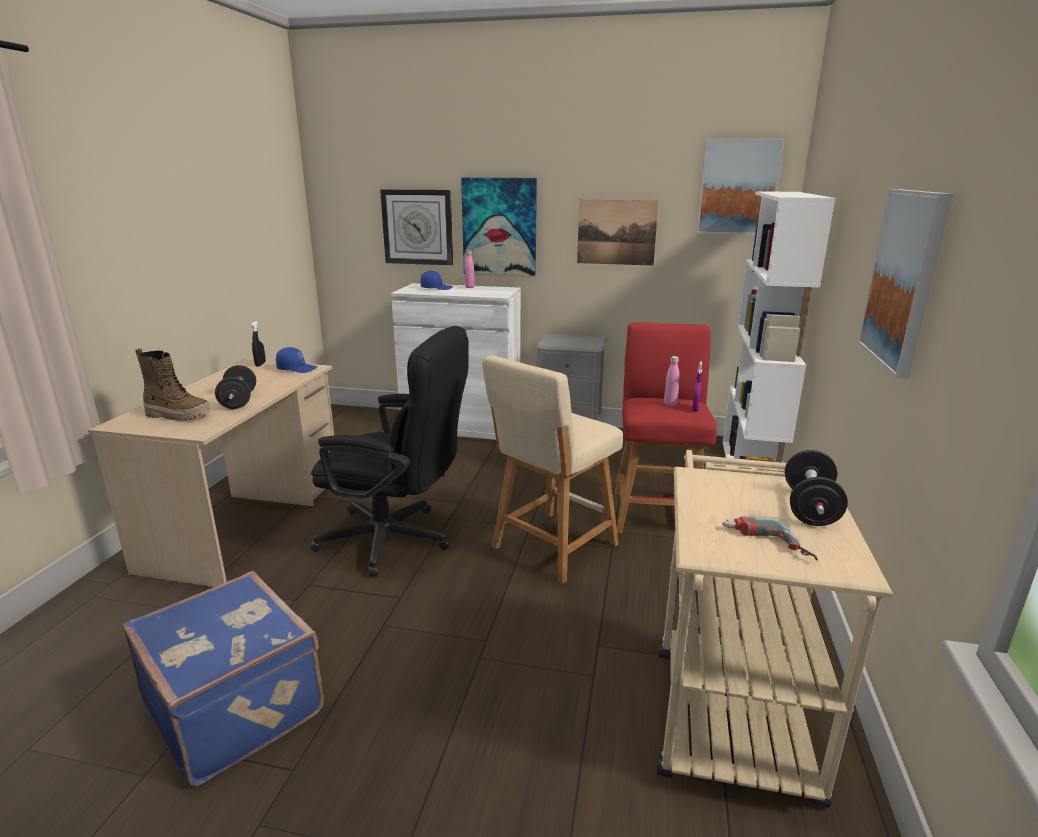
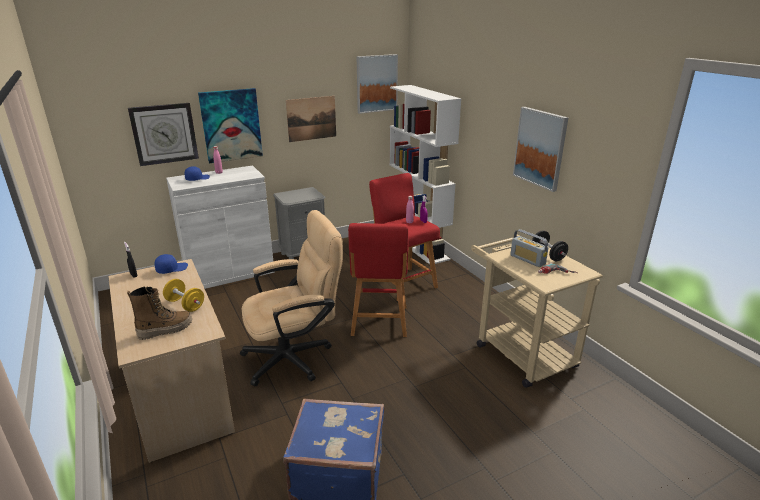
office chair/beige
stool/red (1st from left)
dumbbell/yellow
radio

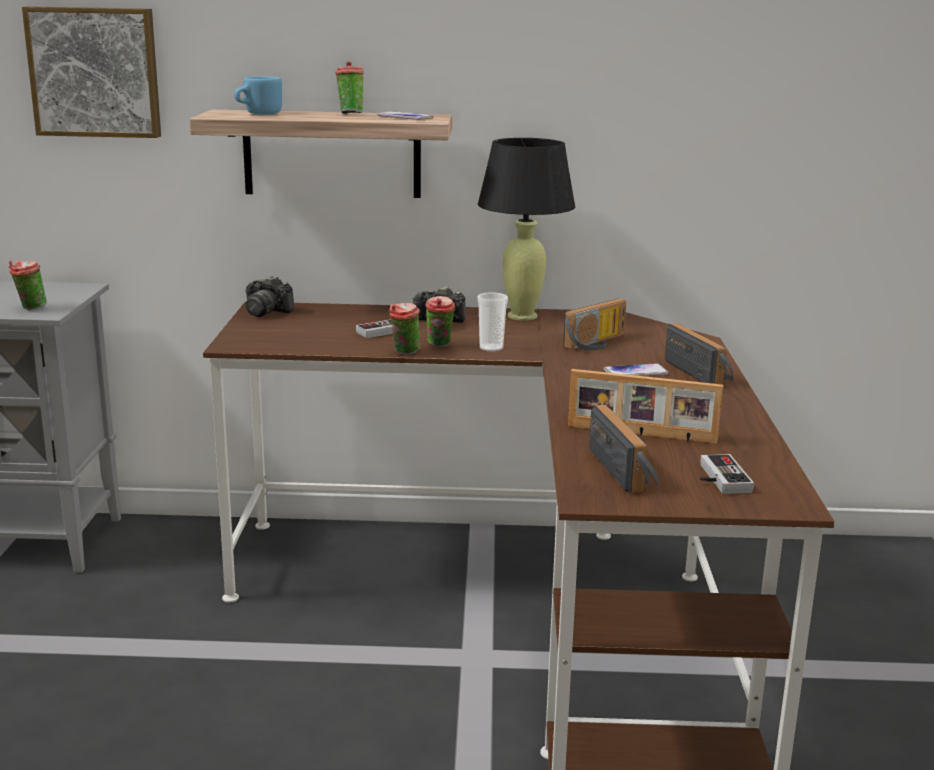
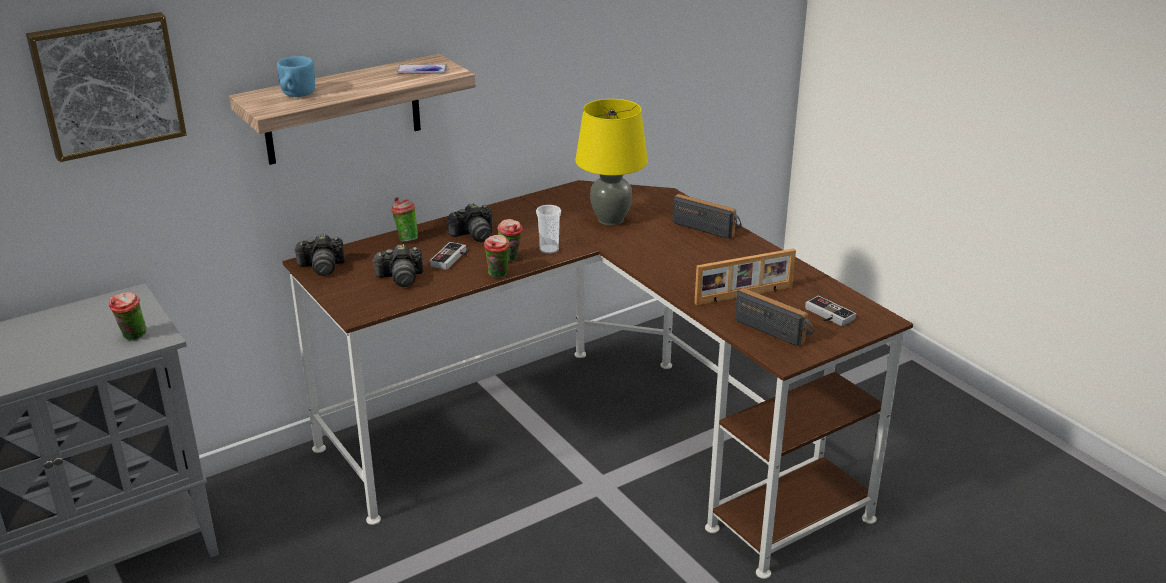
cup (2nd from left)
table lamp/black
table lamp/yellow
phone (2nd from left in the first image)
photo camera (2nd from left)

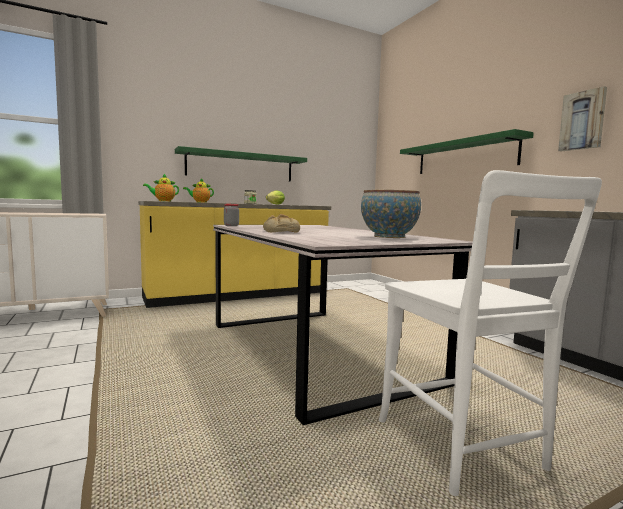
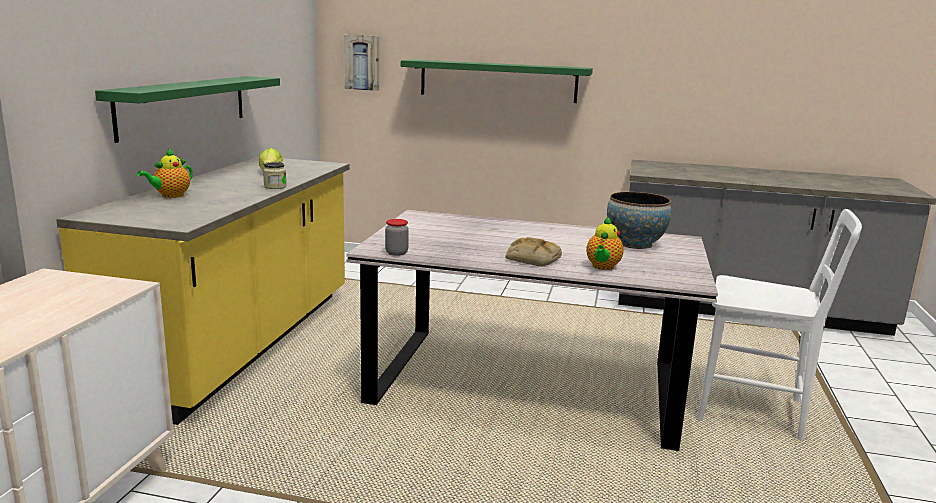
picture
teapot (2nd from left)

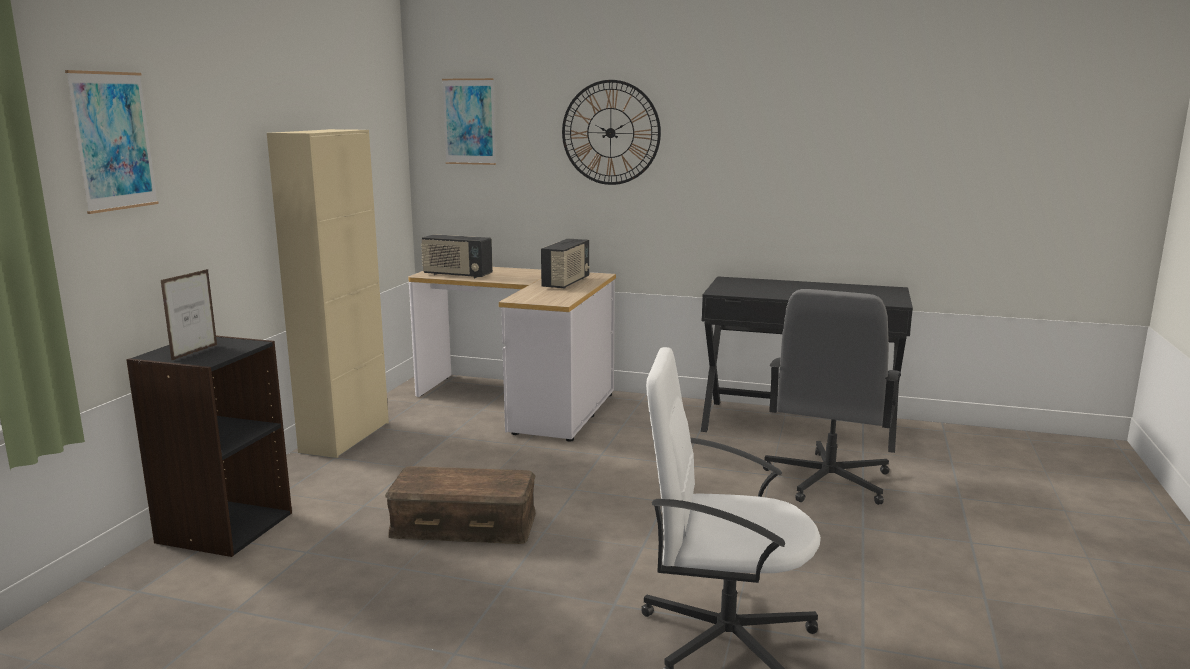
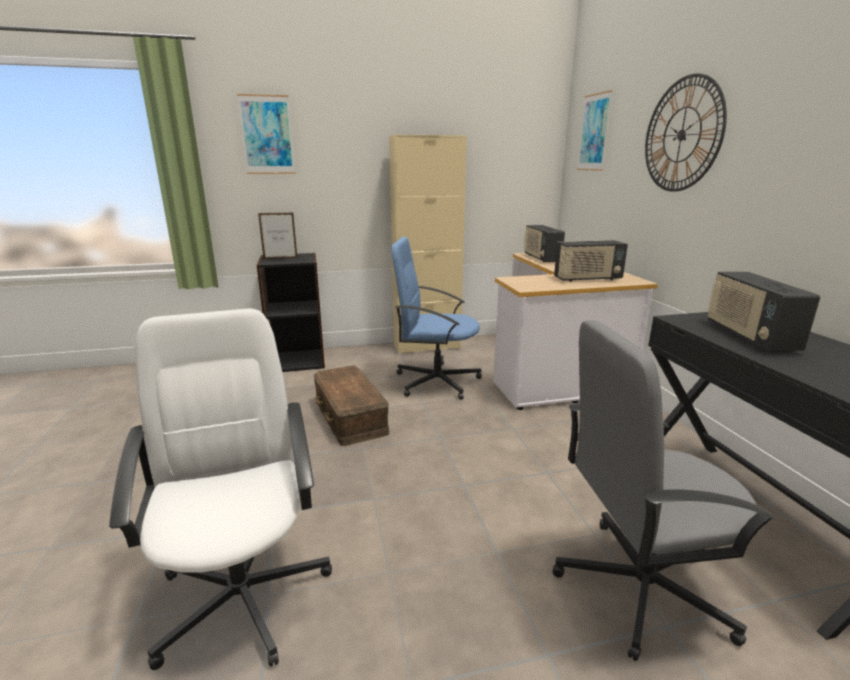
office chair/blue
radio (3rd from left)

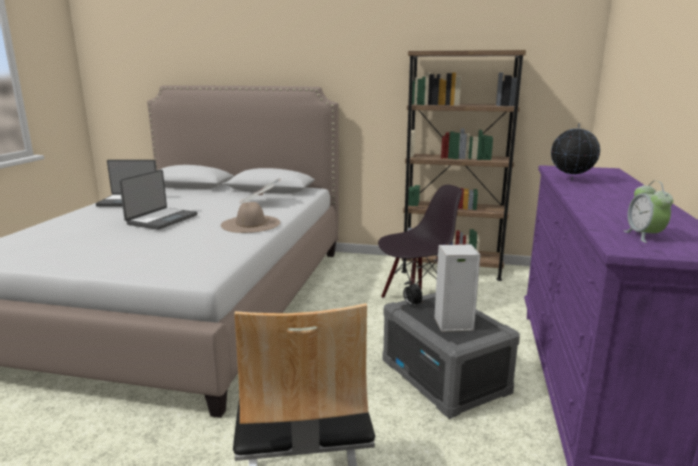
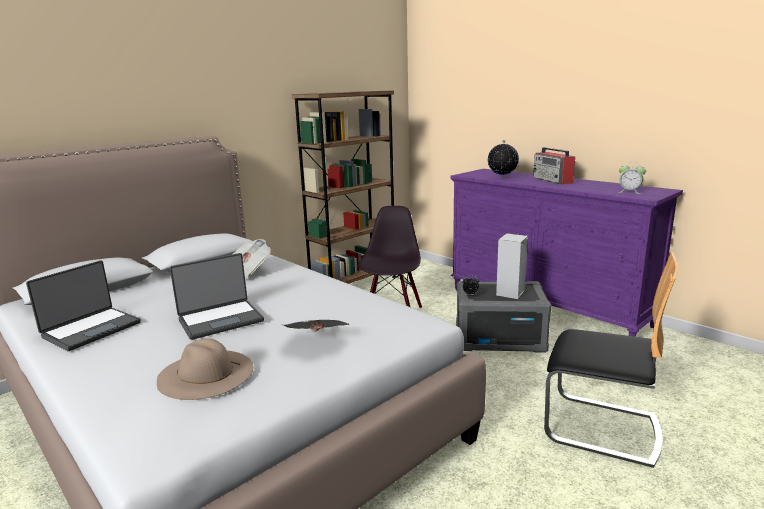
laptop (2nd from left)
hat/beige
radio
newspaper (2nd from left)

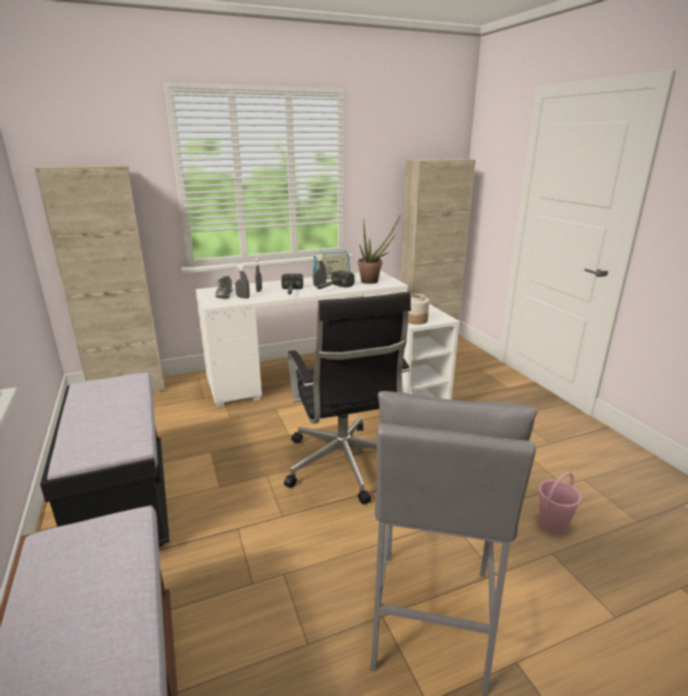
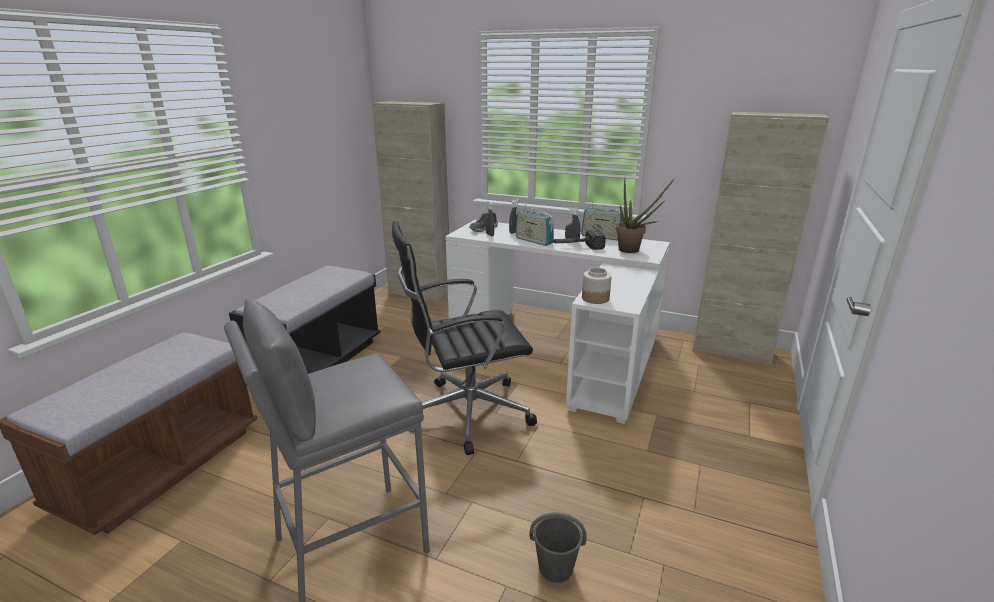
radio (1st from left)
office chair/black
bucket/grey

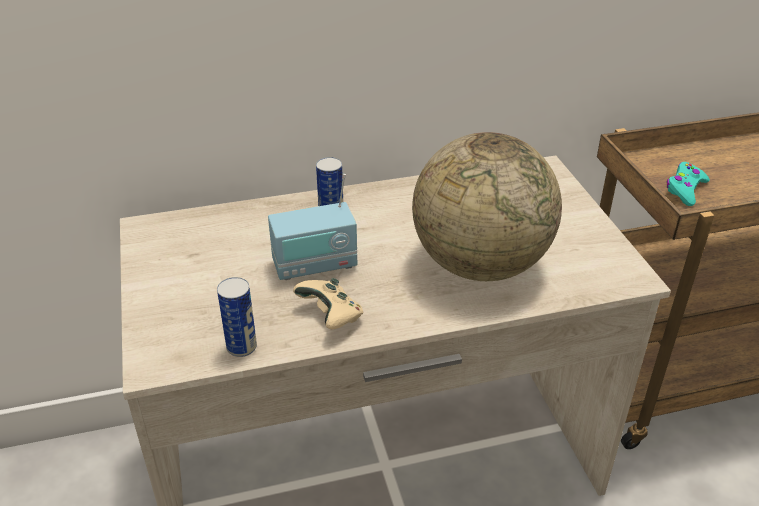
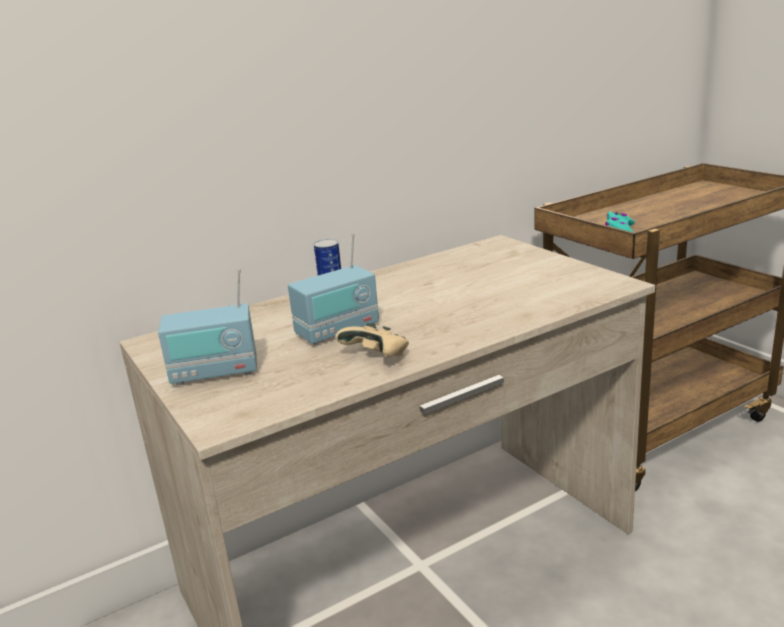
globe
can (1st from left in the first image)
radio (1st from left)

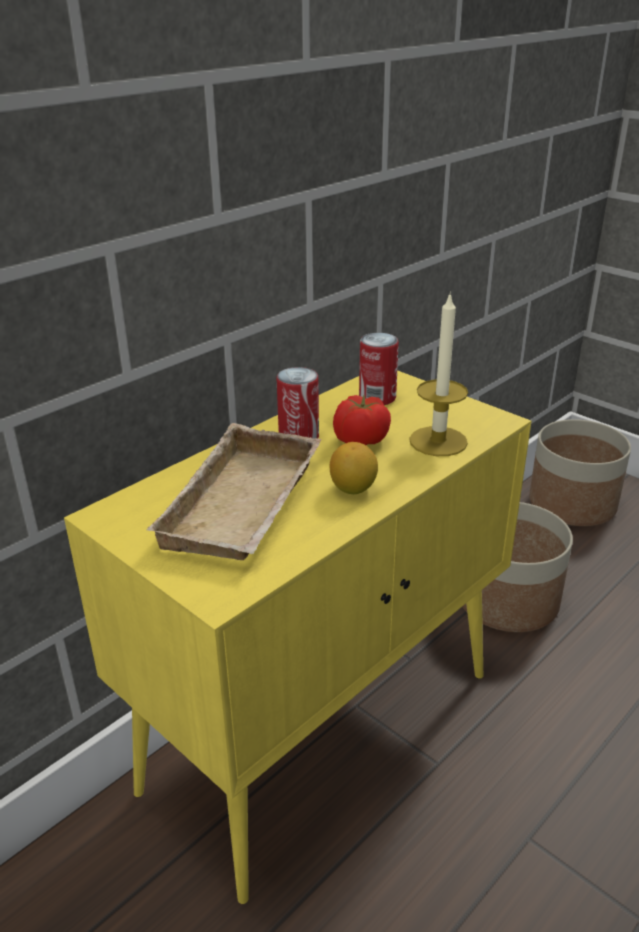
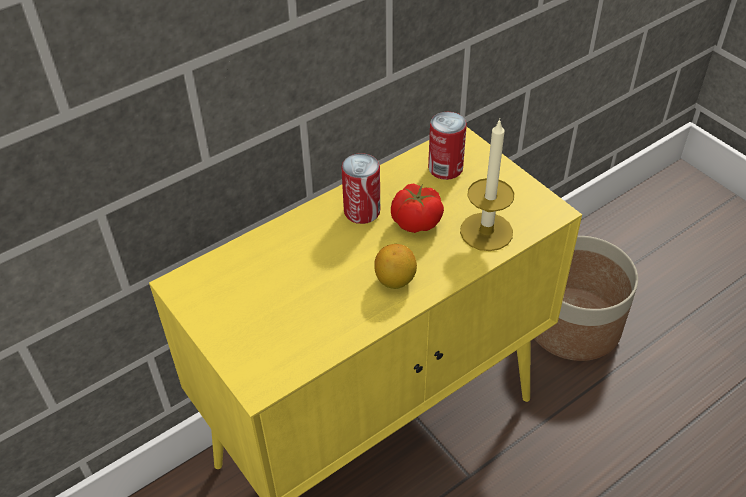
planter (2nd from left in the first image)
tray/beige

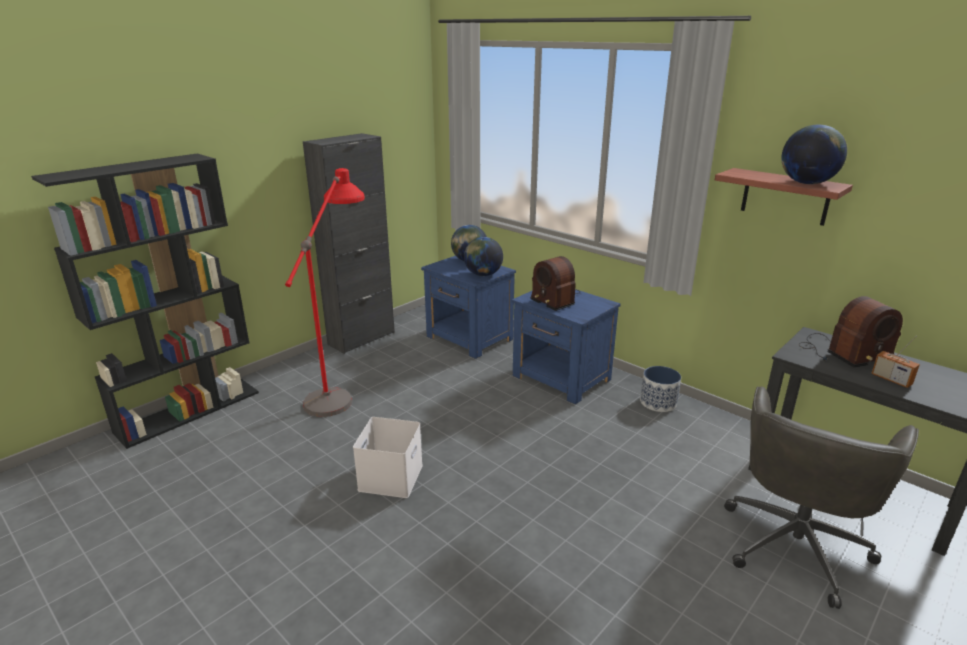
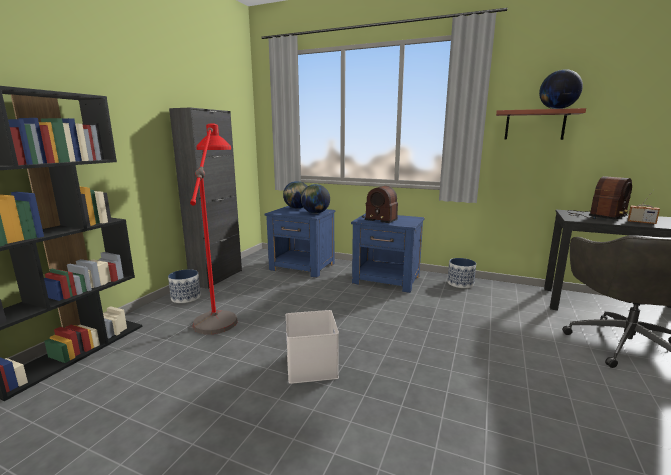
planter (1st from left)

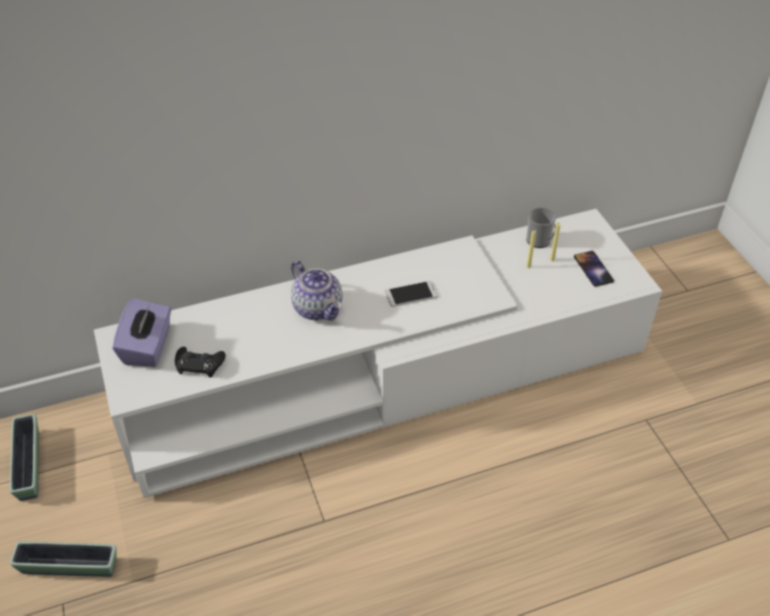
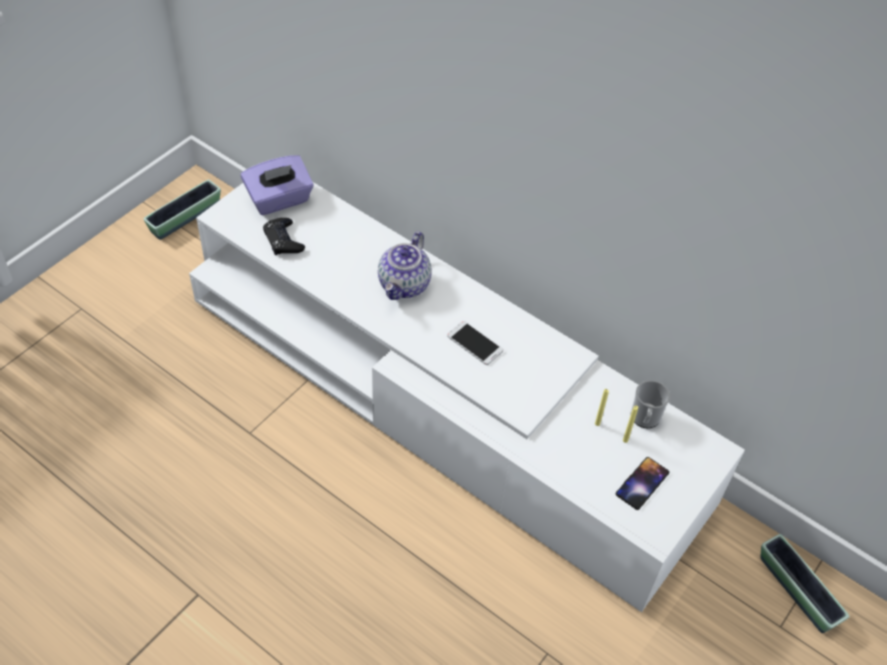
planter (2nd from left)

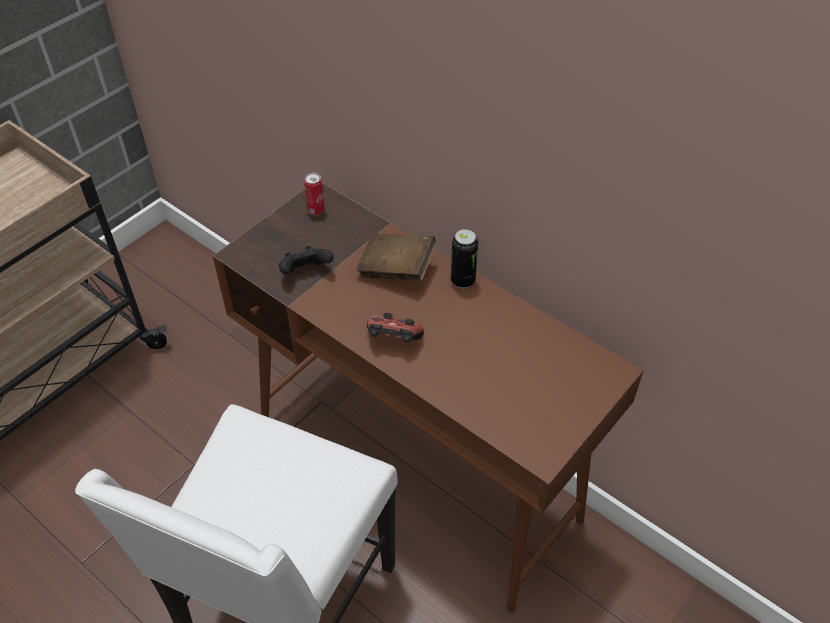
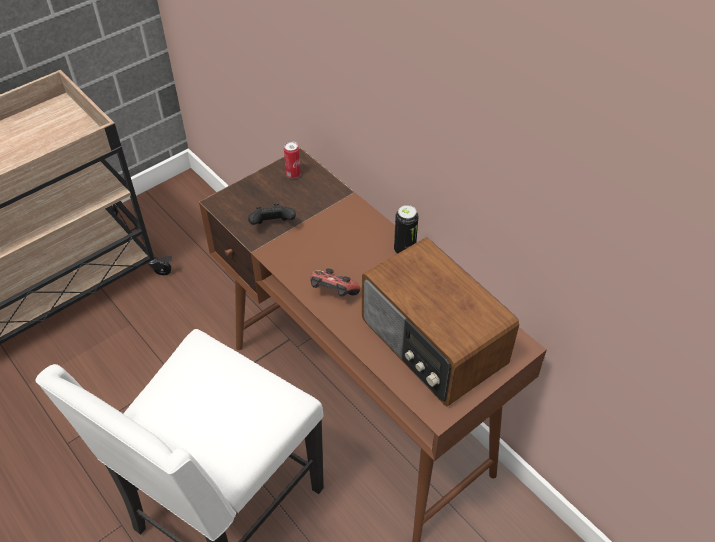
book/brown
radio

